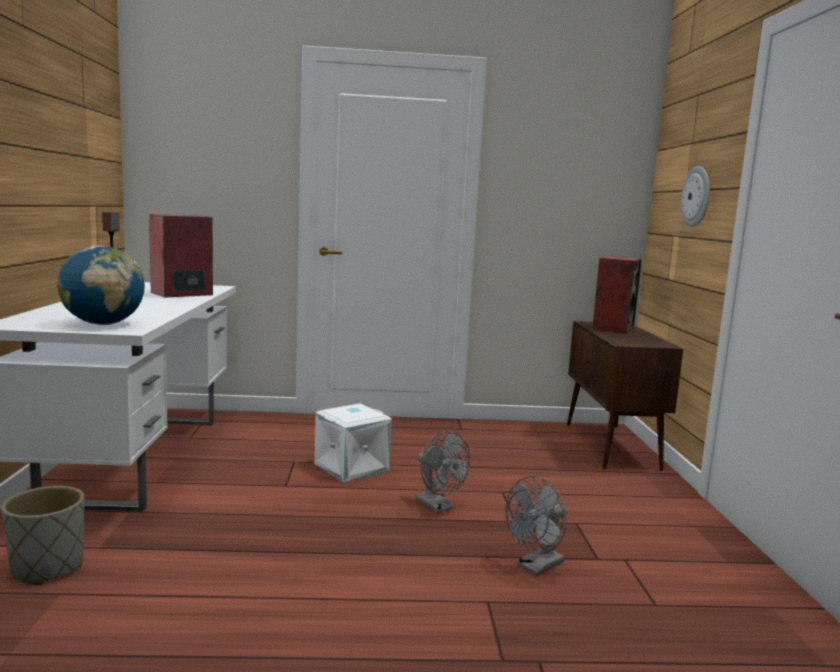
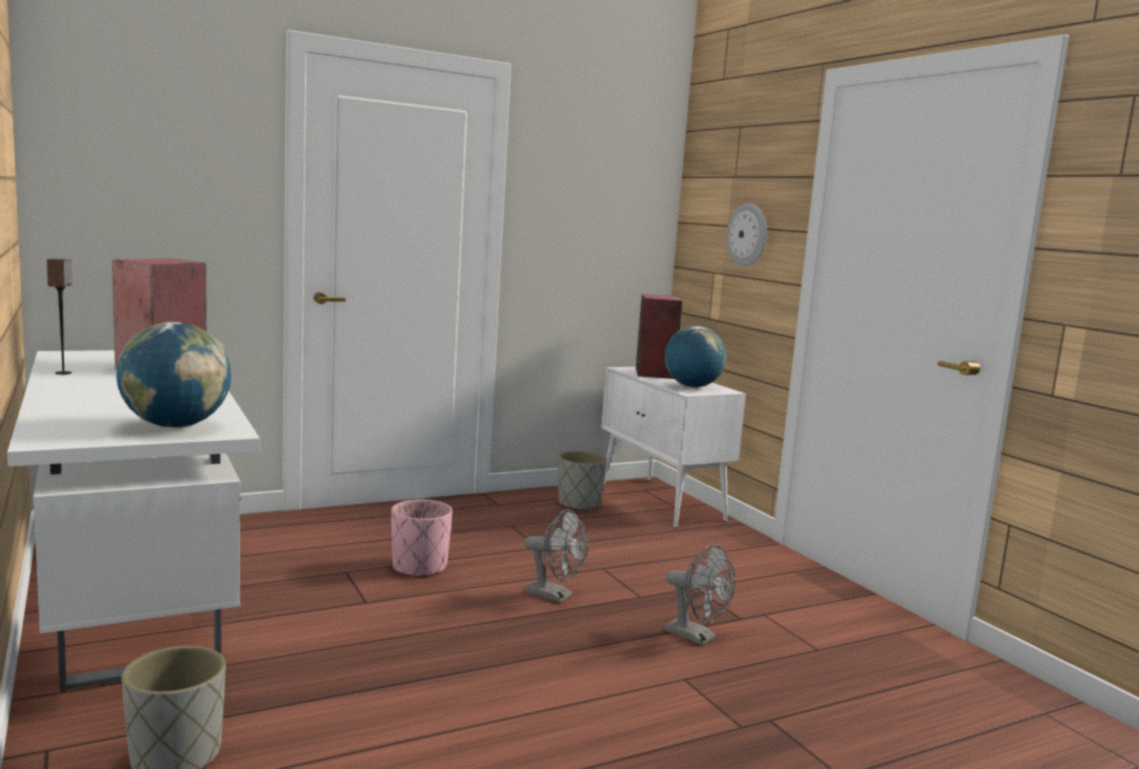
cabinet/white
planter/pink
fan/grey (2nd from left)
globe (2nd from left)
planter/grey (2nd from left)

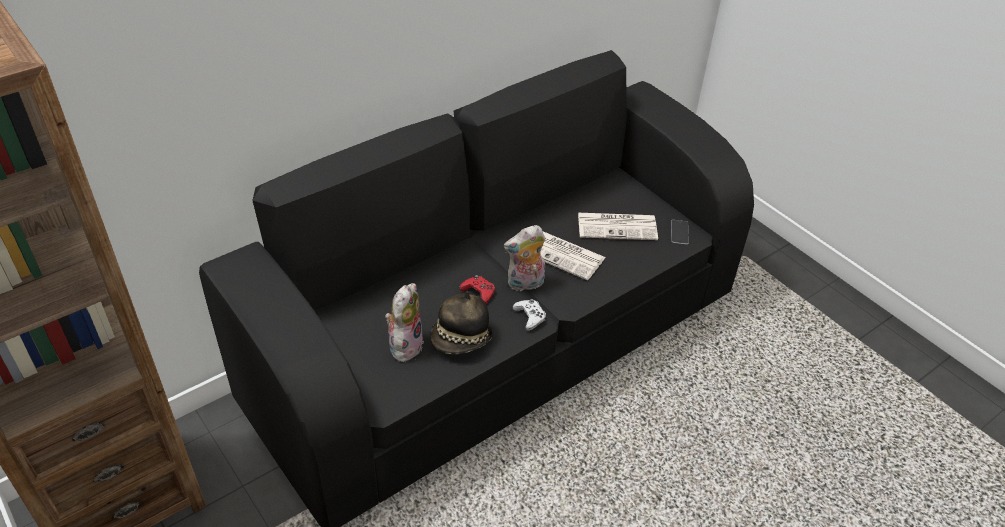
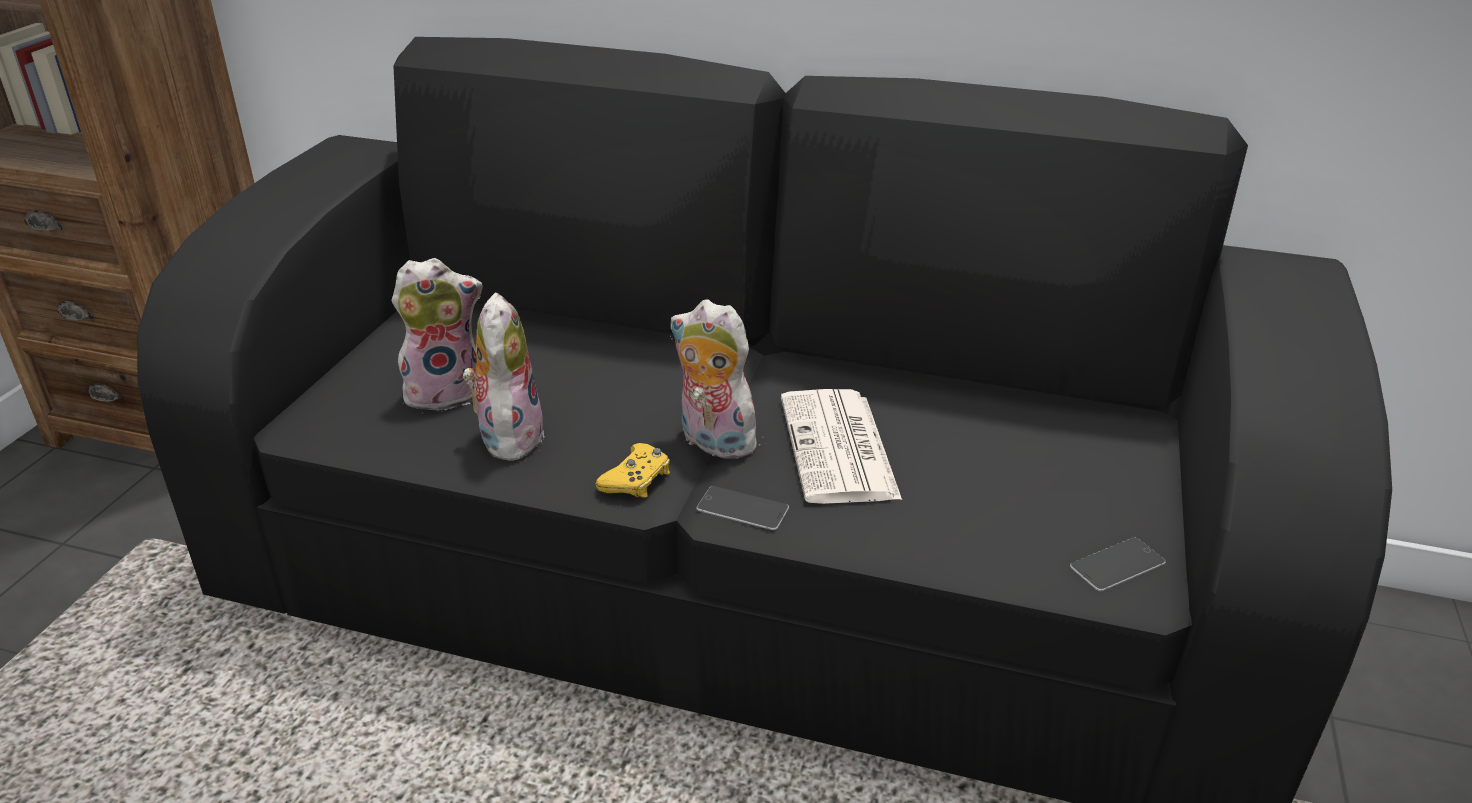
newspaper (2nd from left in the first image)
game controller/red
plush toy (2nd from left)
game controller/yellow
phone (1st from left)

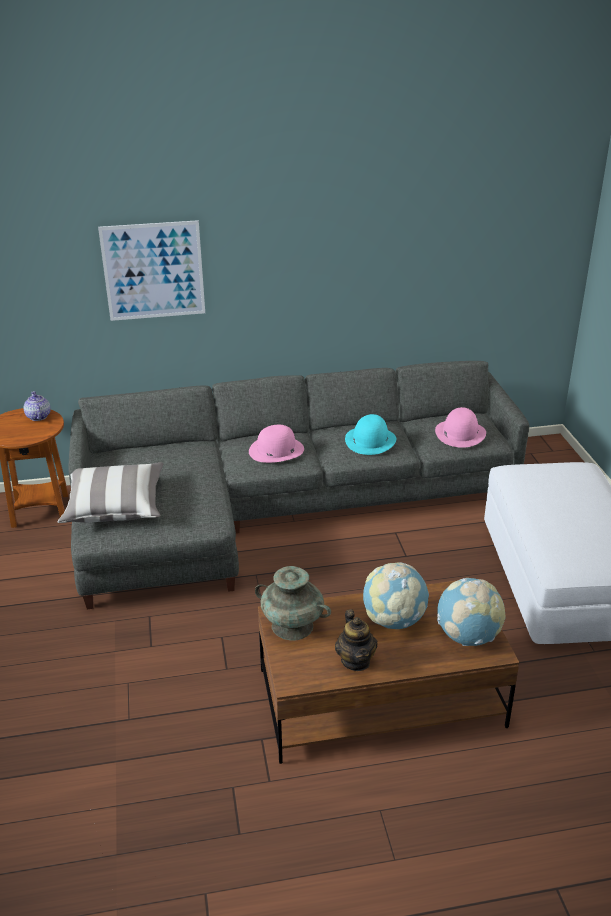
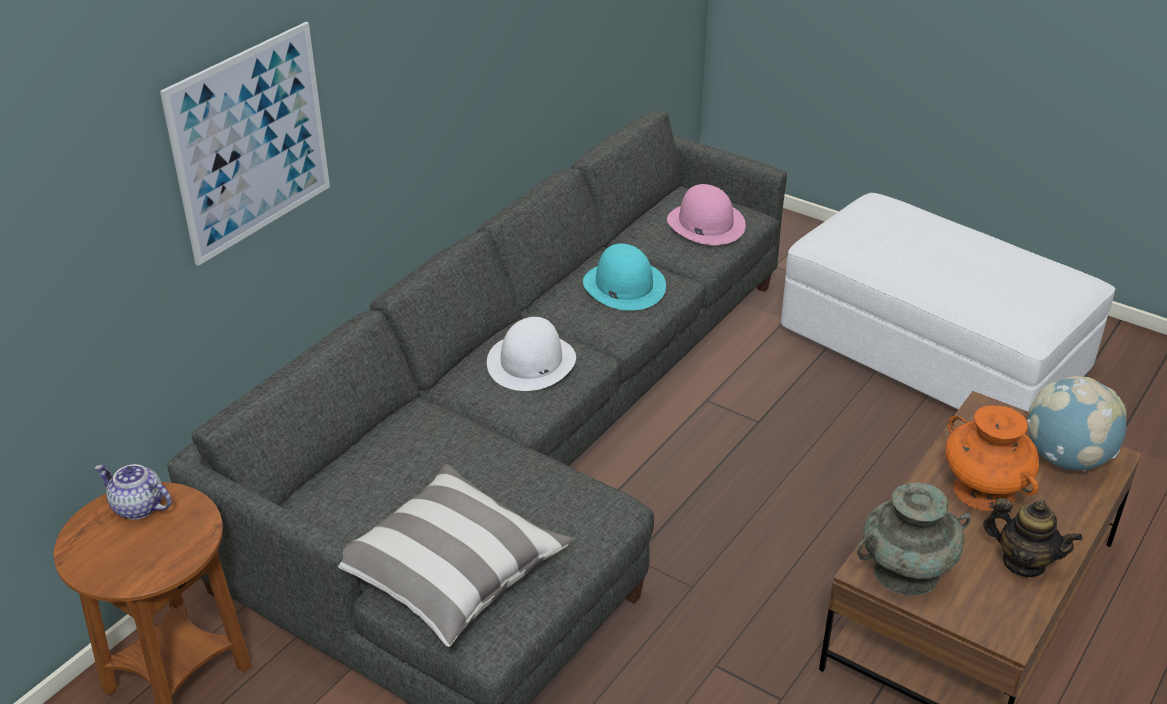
hat/white
vase/orange

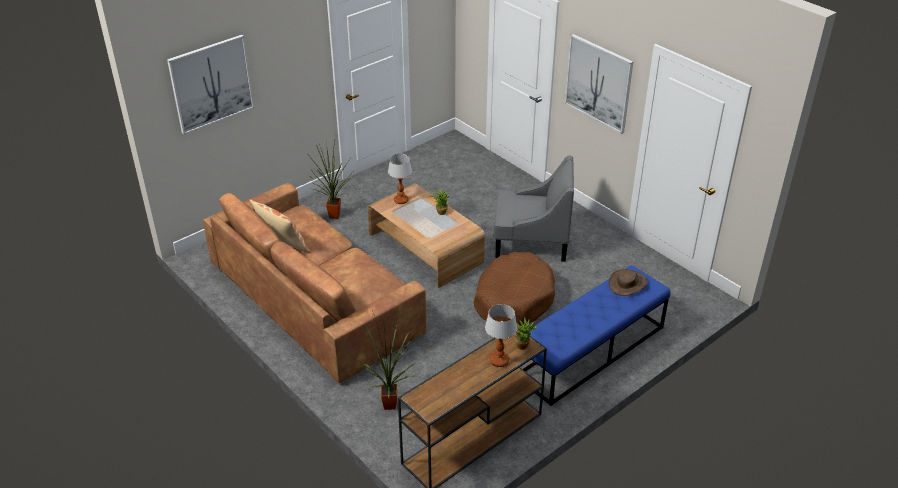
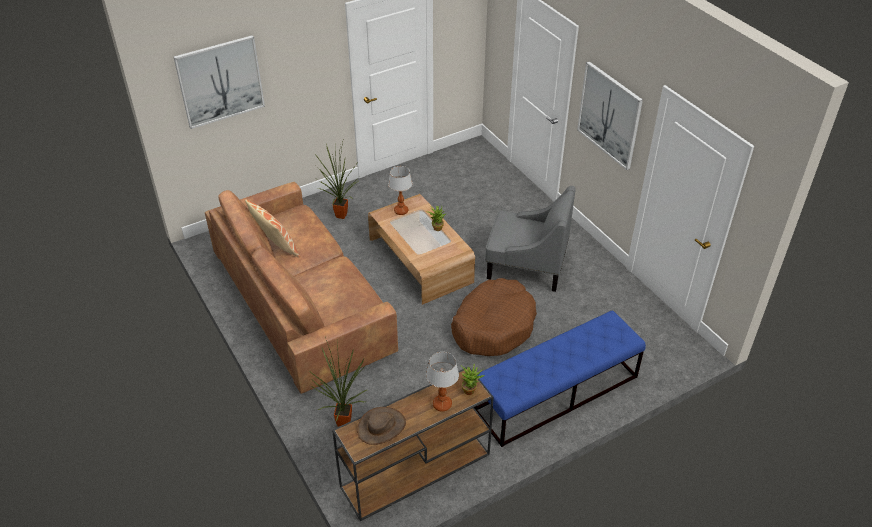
hat/brown

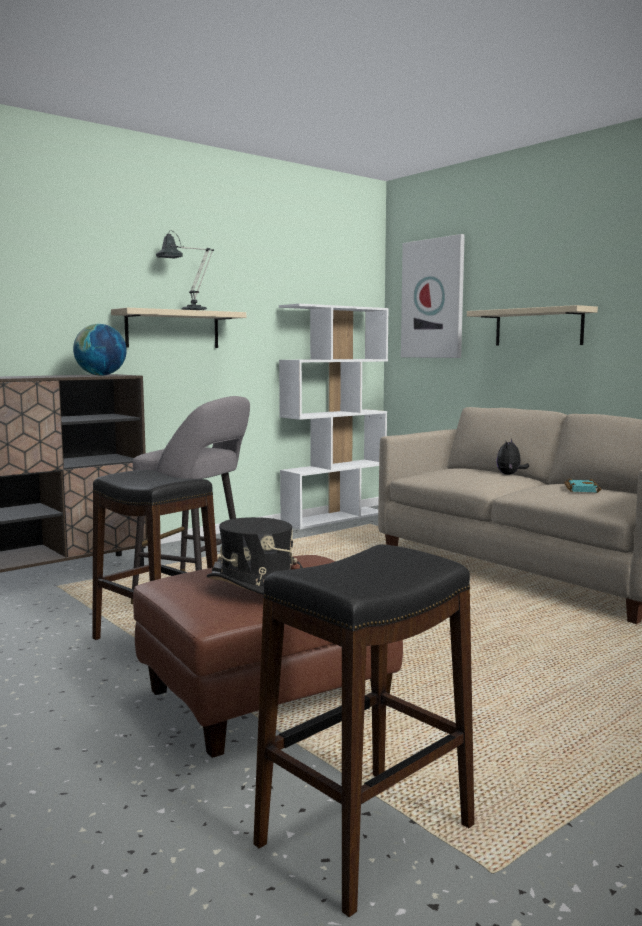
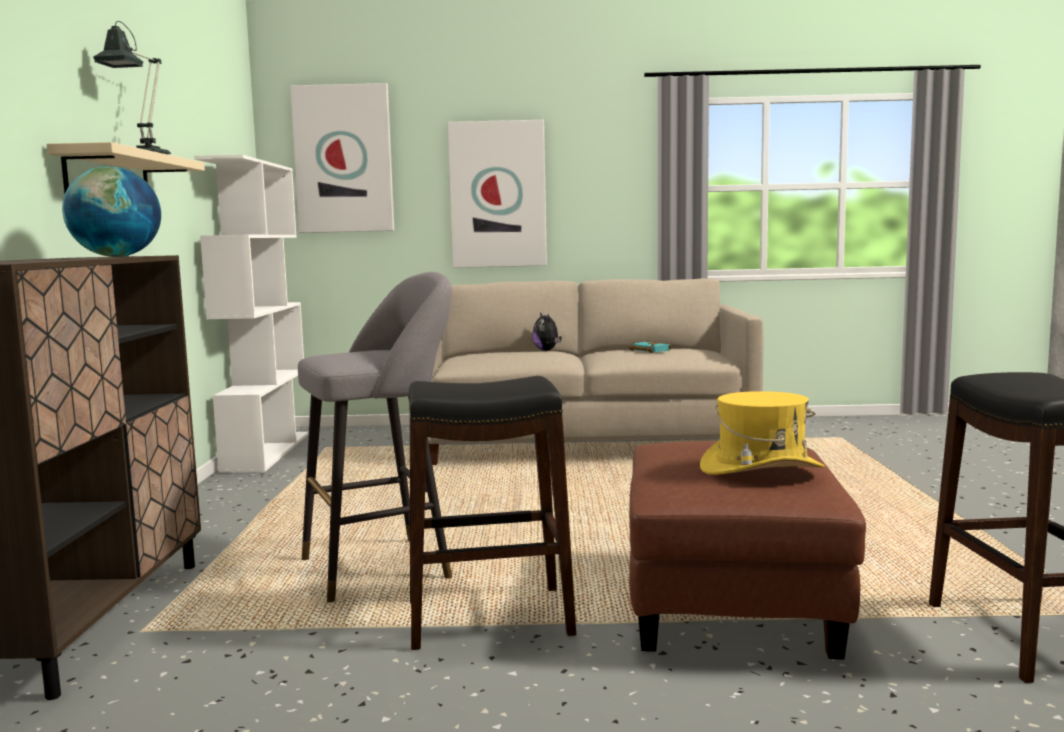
picture (2nd from left)
hat/yellow

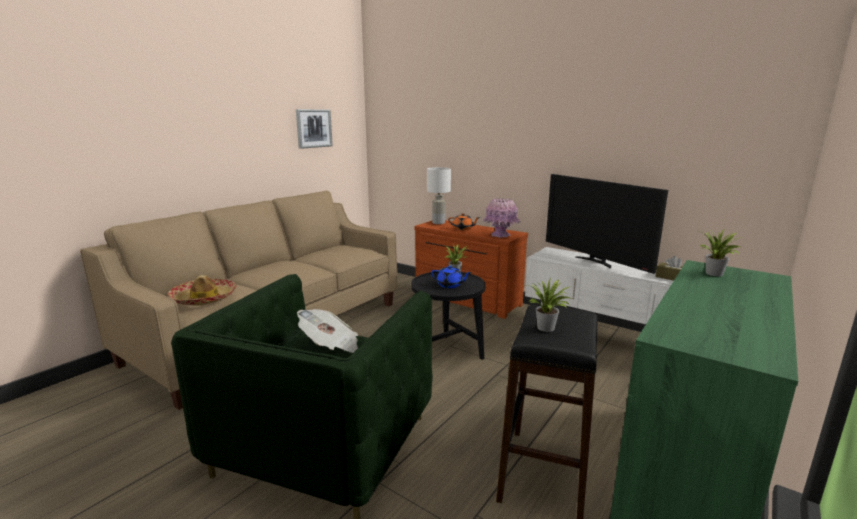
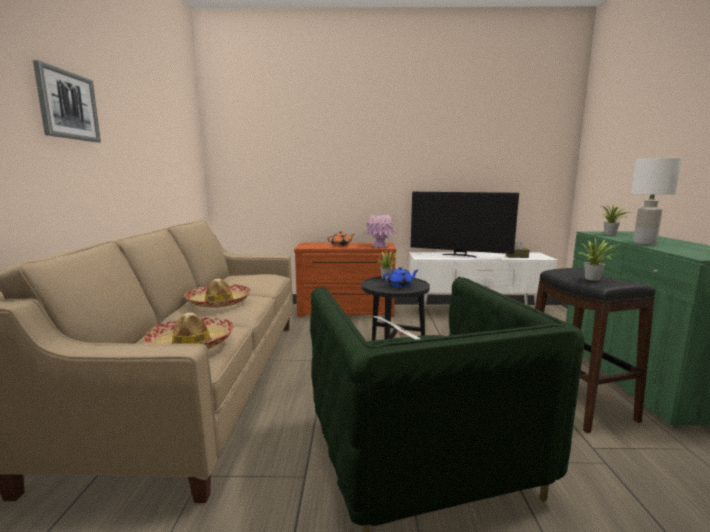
picture
table lamp/white
hat (2nd from left)

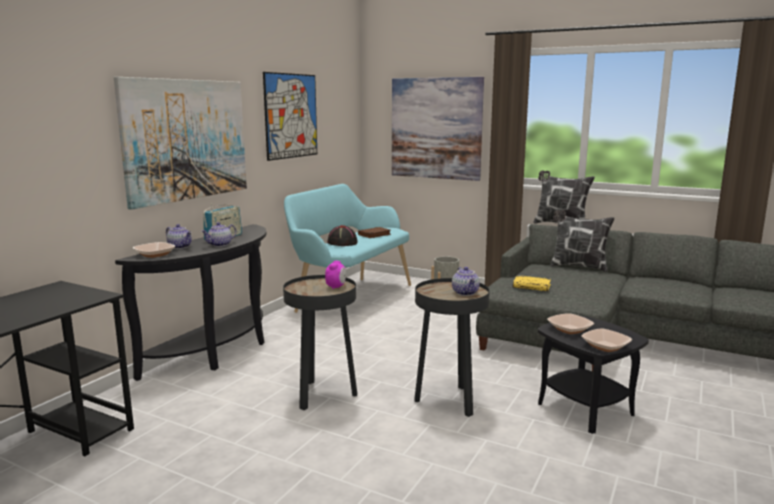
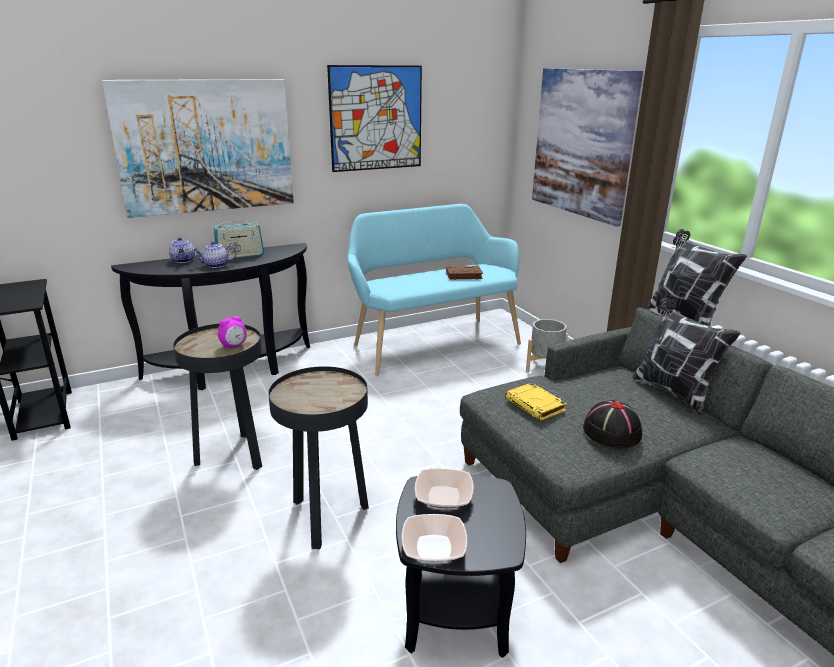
hat/black
bowl (1st from left in the first image)
teapot (3rd from left in the first image)

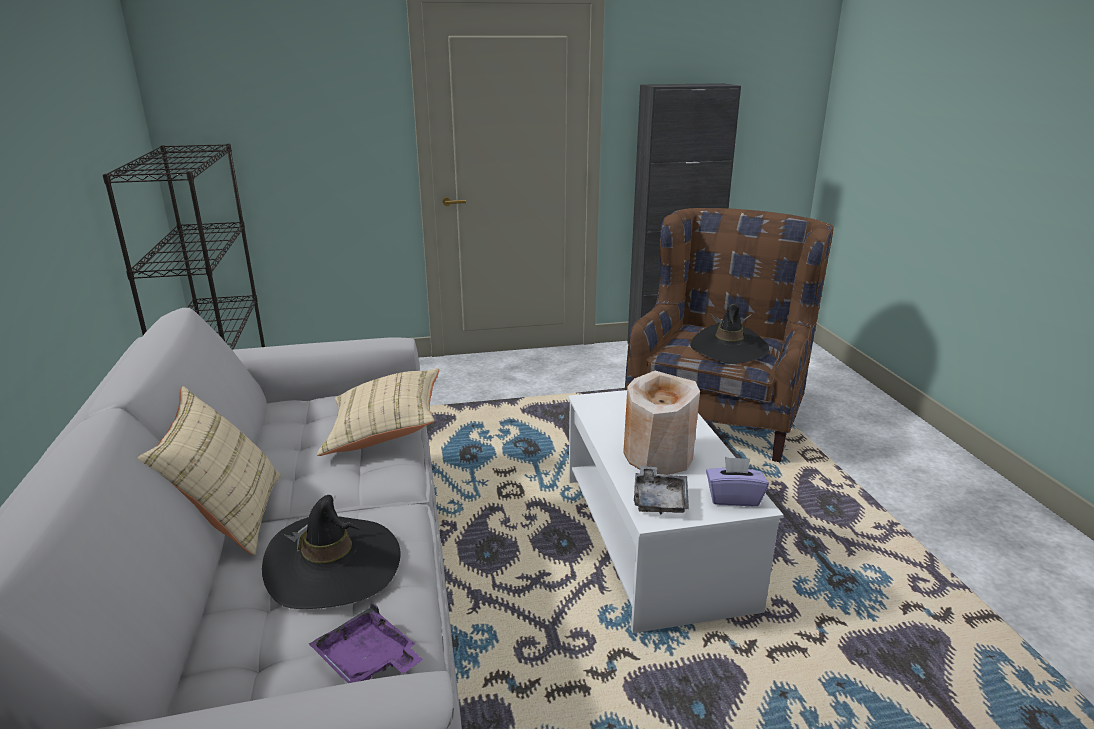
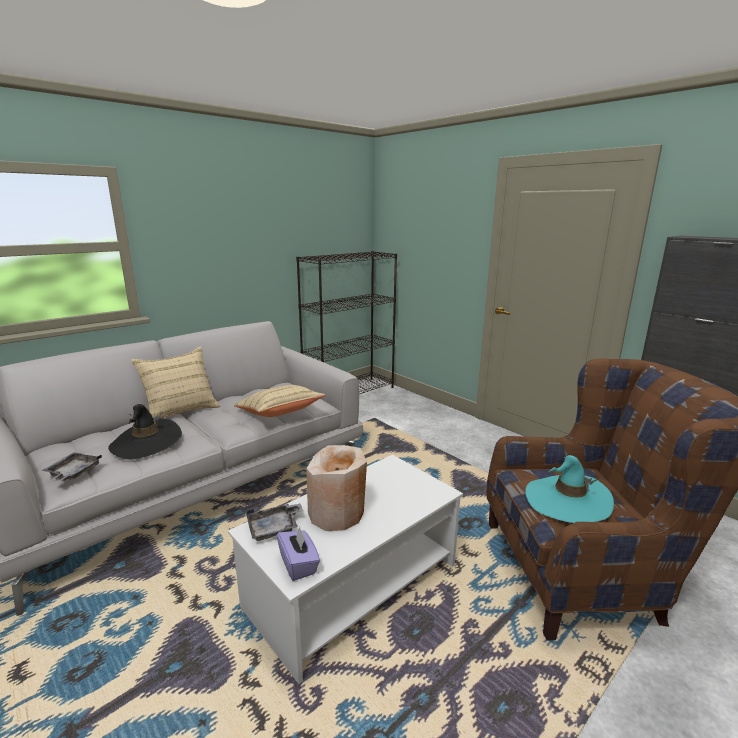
hat/turquoise
tray/grey (1st from left)

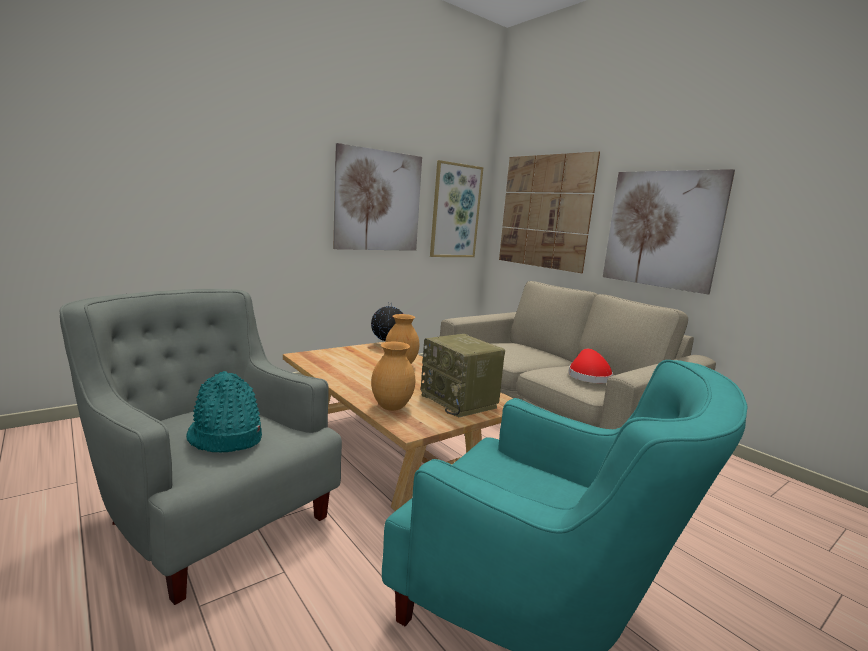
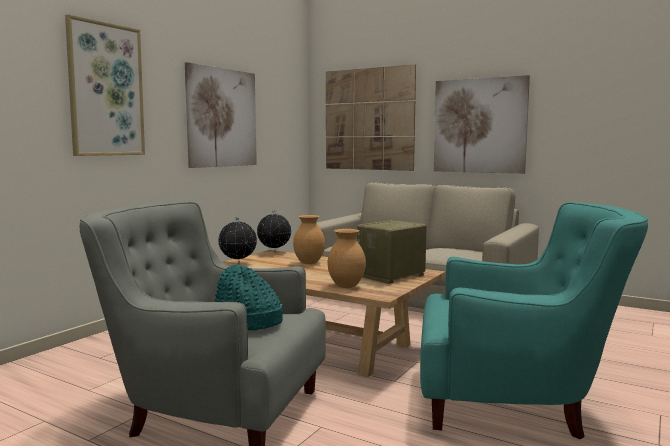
picture (1st from left)
radio
hat/red
globe (1st from left)

